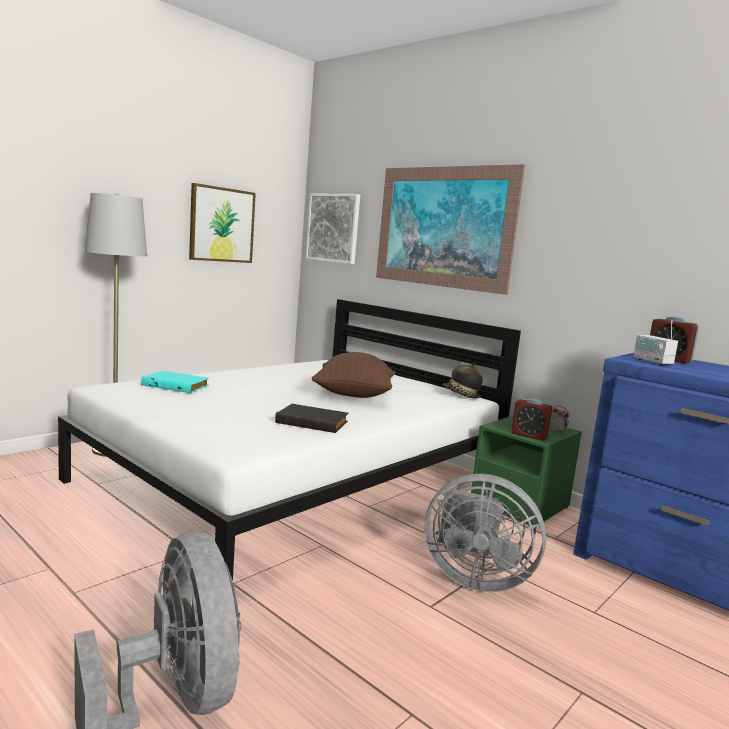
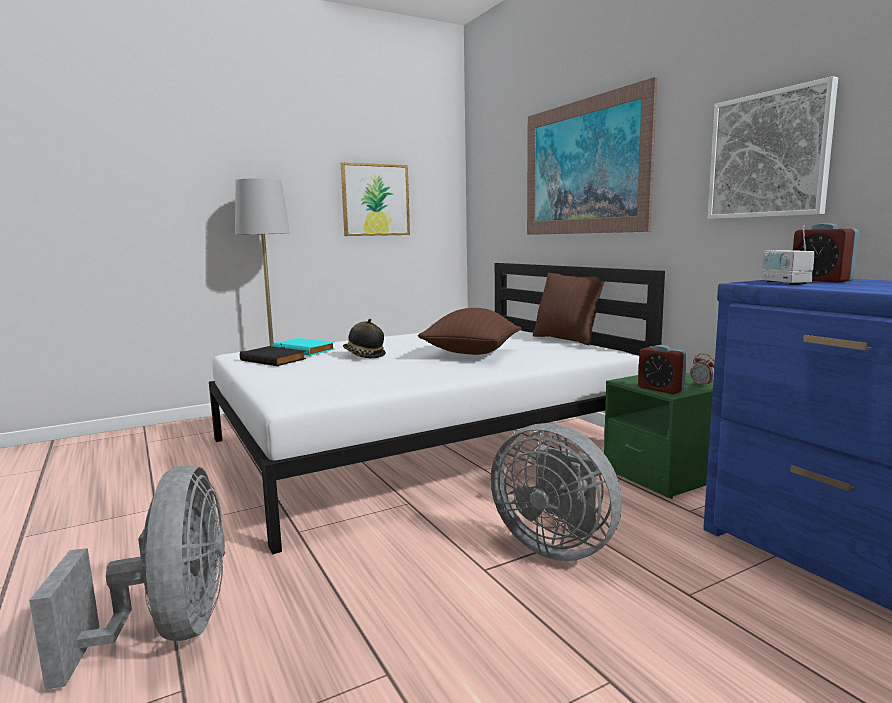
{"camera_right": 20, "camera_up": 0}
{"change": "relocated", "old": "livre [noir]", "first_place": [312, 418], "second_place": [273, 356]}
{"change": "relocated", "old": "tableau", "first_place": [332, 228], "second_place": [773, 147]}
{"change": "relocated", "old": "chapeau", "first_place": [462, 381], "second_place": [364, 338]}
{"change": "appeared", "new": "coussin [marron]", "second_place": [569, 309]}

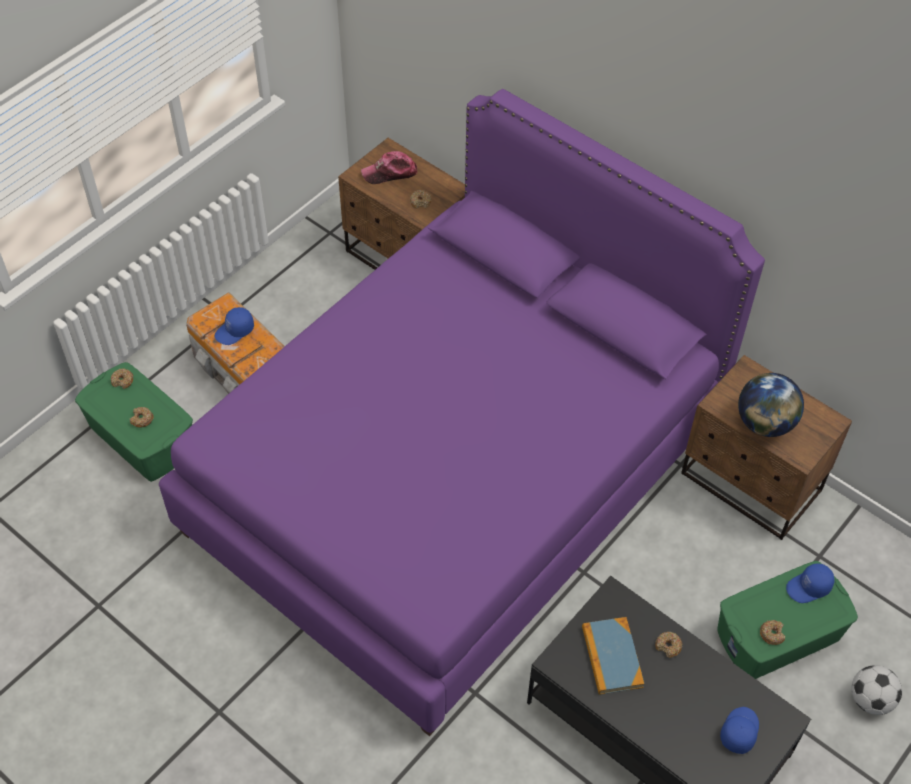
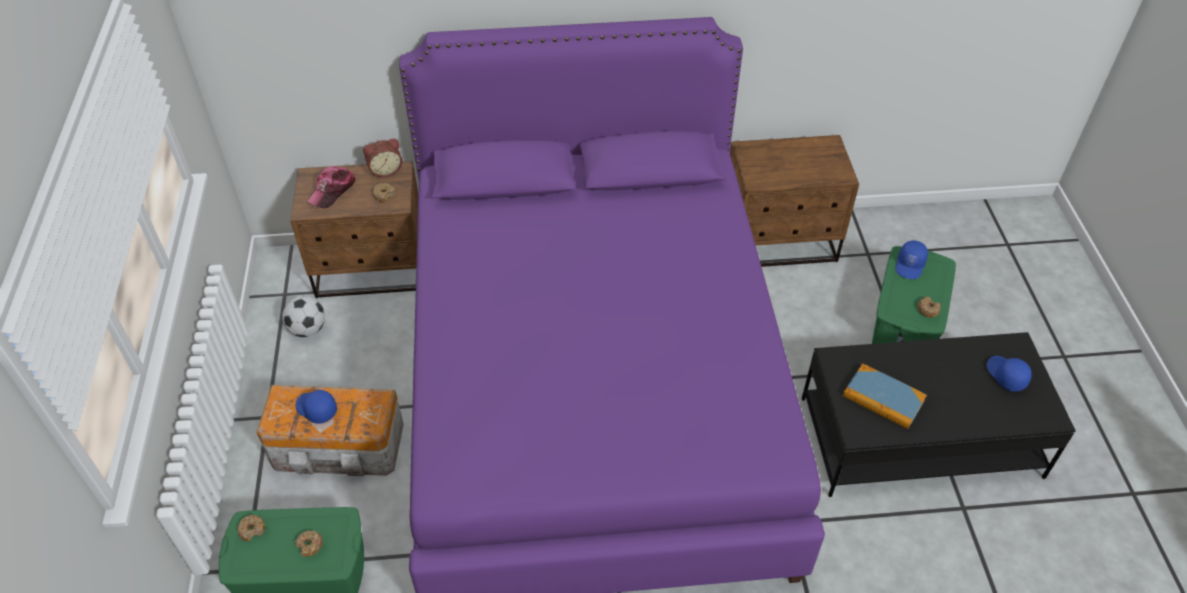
{"camera_right": -45, "camera_up": -5}
{"change": "spun", "old": "casquette [bleu]", "first_place": [234, 326], "second_place": [316, 407], "degrees": 120}
{"change": "missing", "old": "beignet", "first_place": [669, 645]}
{"change": "missing", "old": "globe", "first_place": [771, 405]}
{"change": "relocated", "old": "ballon de foot", "first_place": [876, 690], "second_place": [303, 316]}
{"change": "appeared", "new": "réveil", "second_place": [382, 158]}

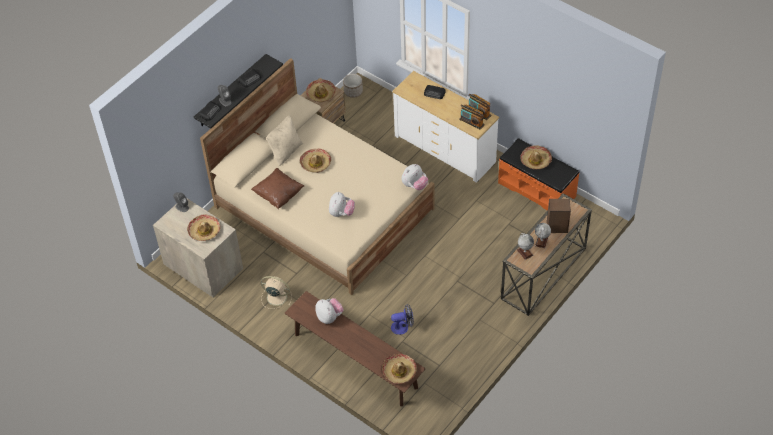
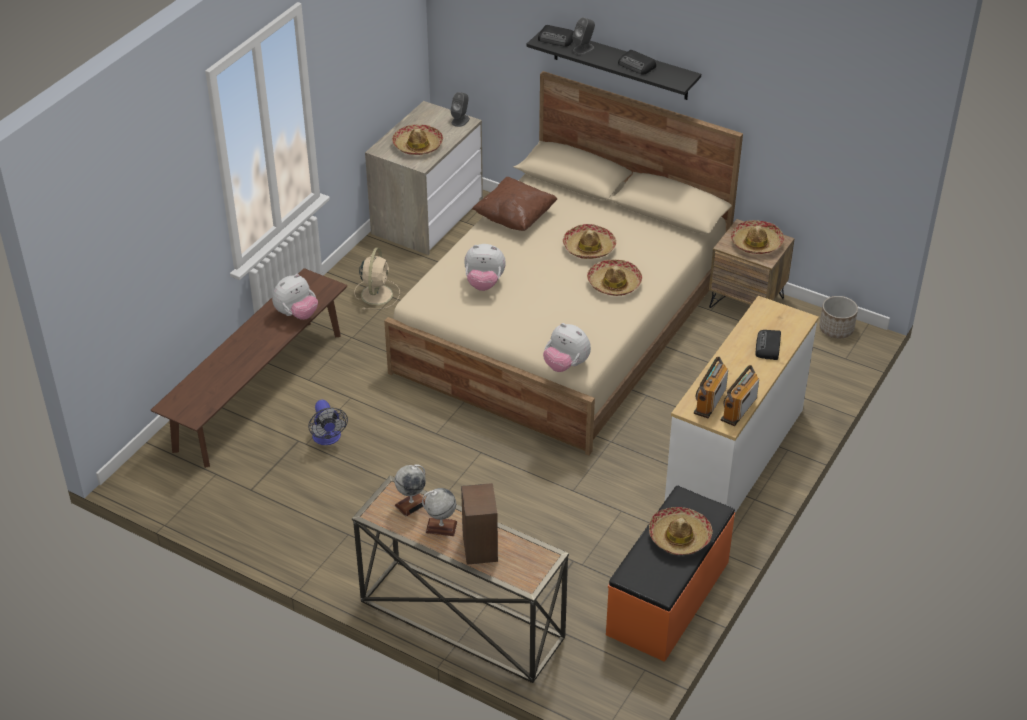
{"camera_right": 80, "camera_up": -10}
{"change": "missing", "old": "coussin [beige]", "first_place": [284, 140]}
{"change": "relocated", "old": "chapeau", "first_place": [399, 369], "second_place": [614, 278]}

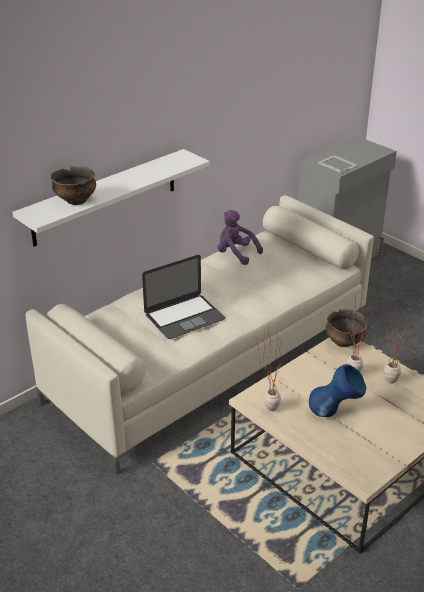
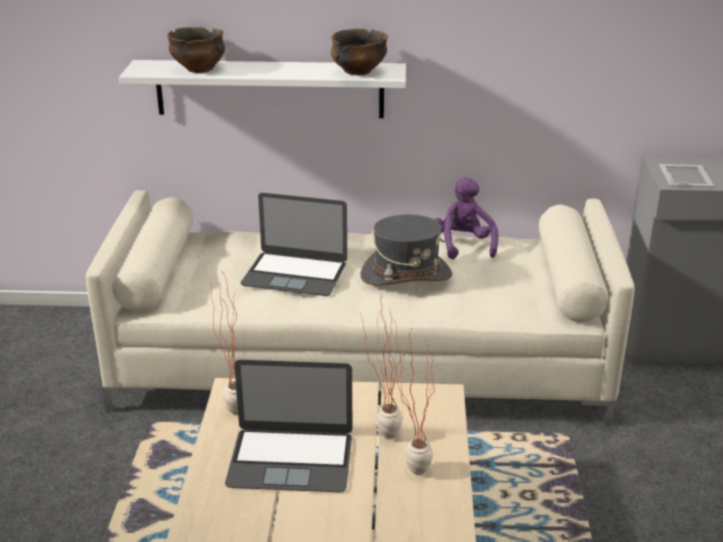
{"camera_right": 45, "camera_up": -5}
{"change": "exchanged", "old": "vase [bleu]", "new": "ordinateur portable", "first_place": [337, 390], "second_place": [288, 426]}
{"change": "relocated", "old": "bol", "first_place": [347, 328], "second_place": [359, 52]}
{"change": "appeared", "new": "chapeau [gris]", "second_place": [406, 249]}

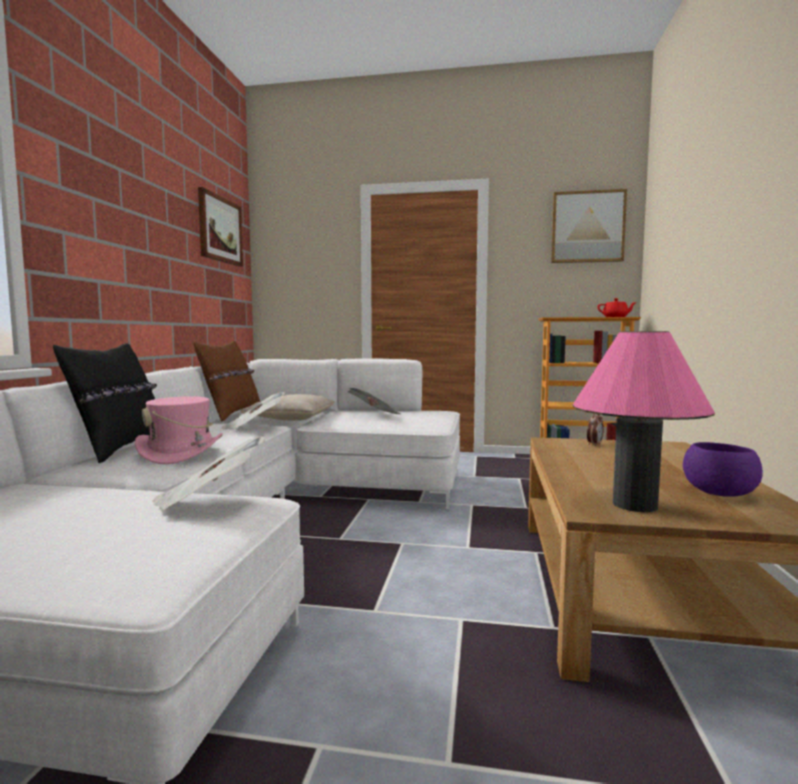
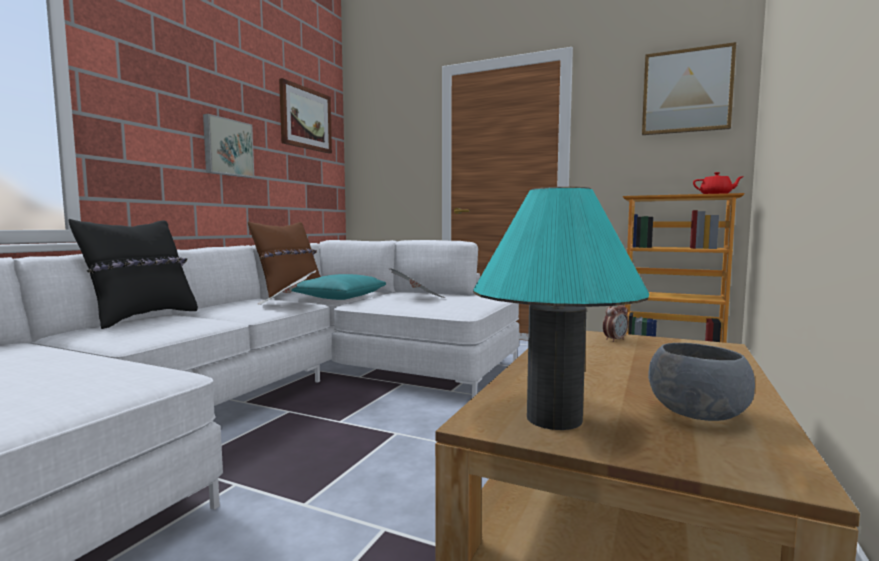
{"camera_right": 15, "camera_up": 0}
{"change": "missing", "old": "chapeau [rose]", "first_place": [179, 430]}
{"change": "missing", "old": "journal", "first_place": [209, 473]}
{"change": "colour", "old": "coussin [beige]", "new": "coussin [turquoise]", "first_place": [287, 407], "second_place": [339, 287]}
{"change": "colour", "old": "lampe de table [rose]", "new": "lampe de table [turquoise]", "first_place": [644, 421], "second_place": [561, 308]}
{"change": "colour", "old": "bol [violet]", "new": "bol [gris]", "first_place": [723, 469], "second_place": [701, 382]}
{"change": "appeared", "new": "tableau", "second_place": [228, 146]}

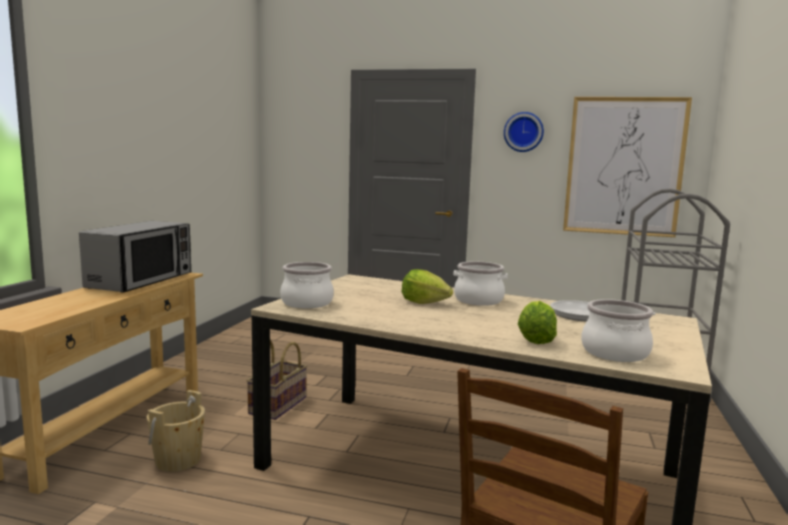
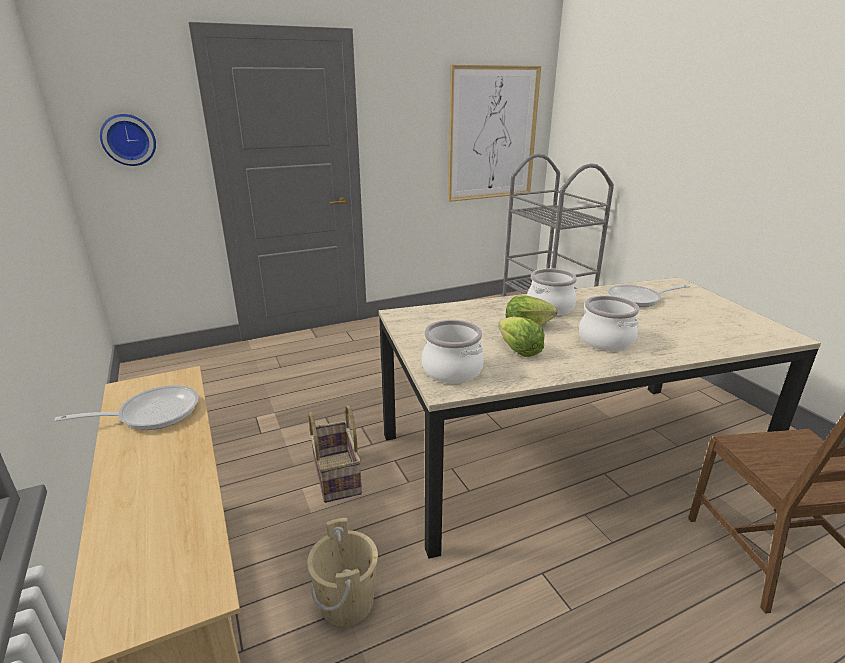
{"camera_right": -40, "camera_up": 15}
{"change": "exchanged", "old": "micro-ondes", "new": "poêle", "first_place": [135, 257], "second_place": [127, 407]}
{"change": "relocated", "old": "horloge murale", "first_place": [524, 132], "second_place": [128, 140]}
{"change": "relocated", "old": "laitue", "first_place": [537, 322], "second_place": [521, 336]}
{"change": "relocated", "old": "marmite", "first_place": [617, 330], "second_place": [609, 323]}

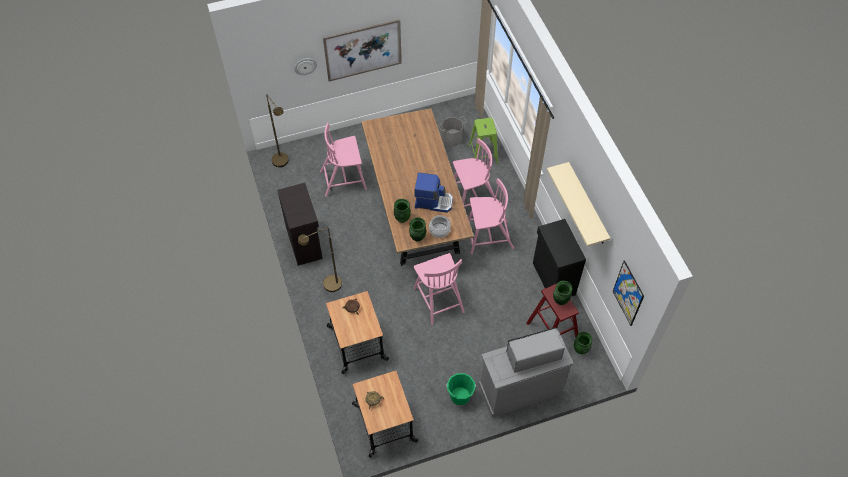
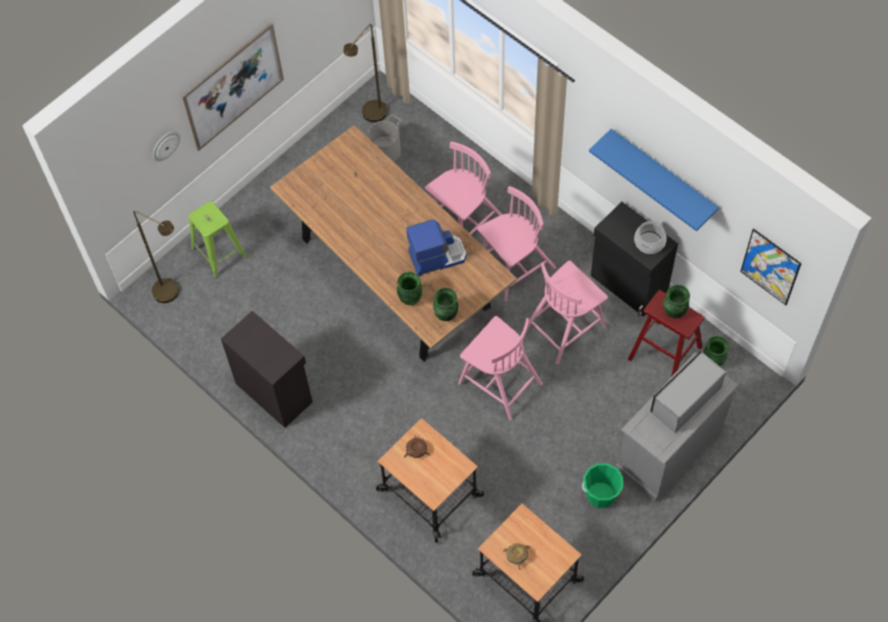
{"camera_right": -25, "camera_up": 5}
{"change": "relocated", "old": "lampadaire [marron]", "first_place": [320, 260], "second_place": [365, 73]}
{"change": "relocated", "old": "chaise [rose]", "first_place": [343, 160], "second_place": [567, 312]}
{"change": "relocated", "old": "marmite", "first_place": [440, 226], "second_place": [650, 237]}
{"change": "relocated", "old": "tabouret [vert]", "first_place": [483, 140], "second_place": [218, 240]}
{"change": "colour", "old": "étagère [beige]", "new": "étagère [bleu]", "first_place": [578, 204], "second_place": [654, 180]}

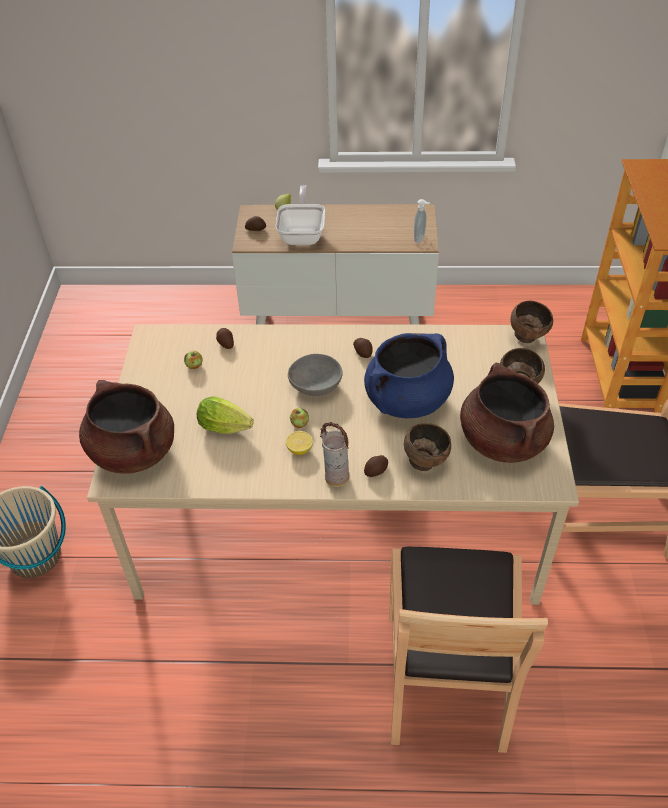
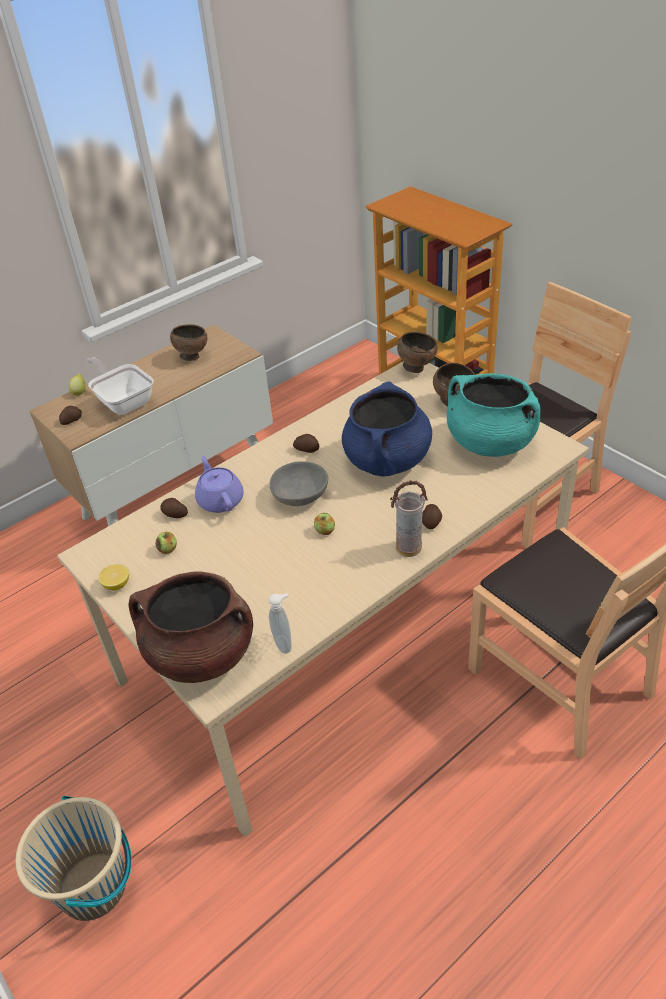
{"camera_right": -40, "camera_up": -5}
{"change": "missing", "old": "laitue", "first_place": [225, 415]}
{"change": "relocated", "old": "citron", "first_place": [299, 443], "second_place": [113, 577]}
{"change": "relocated", "old": "bol [marron]", "first_place": [427, 447], "second_place": [189, 342]}
{"change": "relocated", "old": "distributeur de savon", "first_place": [422, 221], "second_place": [279, 623]}
{"change": "colour", "old": "marmite [marron]", "new": "marmite [turquoise]", "first_place": [507, 412], "second_place": [494, 415]}
{"change": "appeared", "new": "théière [violet]", "second_place": [219, 484]}

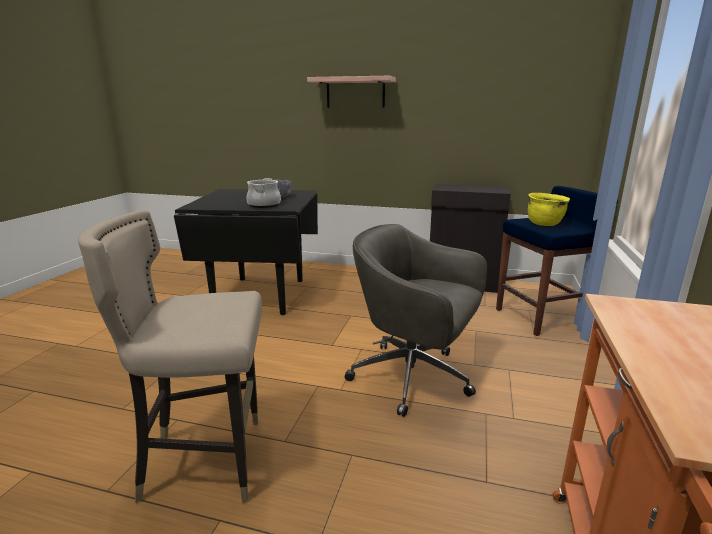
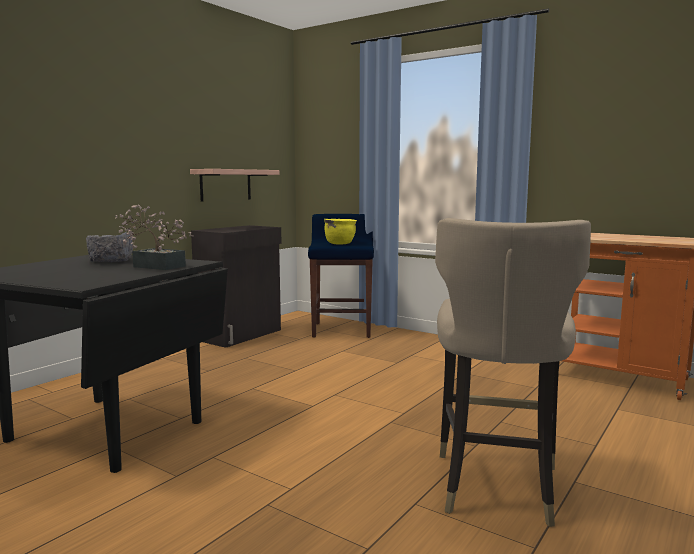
{"camera_right": -70, "camera_up": -10}
{"change": "exchanged", "old": "marmite", "new": "plante en pot", "first_place": [263, 193], "second_place": [154, 237]}
{"change": "relocated", "old": "étagère", "first_place": [351, 92], "second_place": [234, 185]}
{"change": "missing", "old": "chaise de bureau [gris]", "first_place": [416, 320]}

